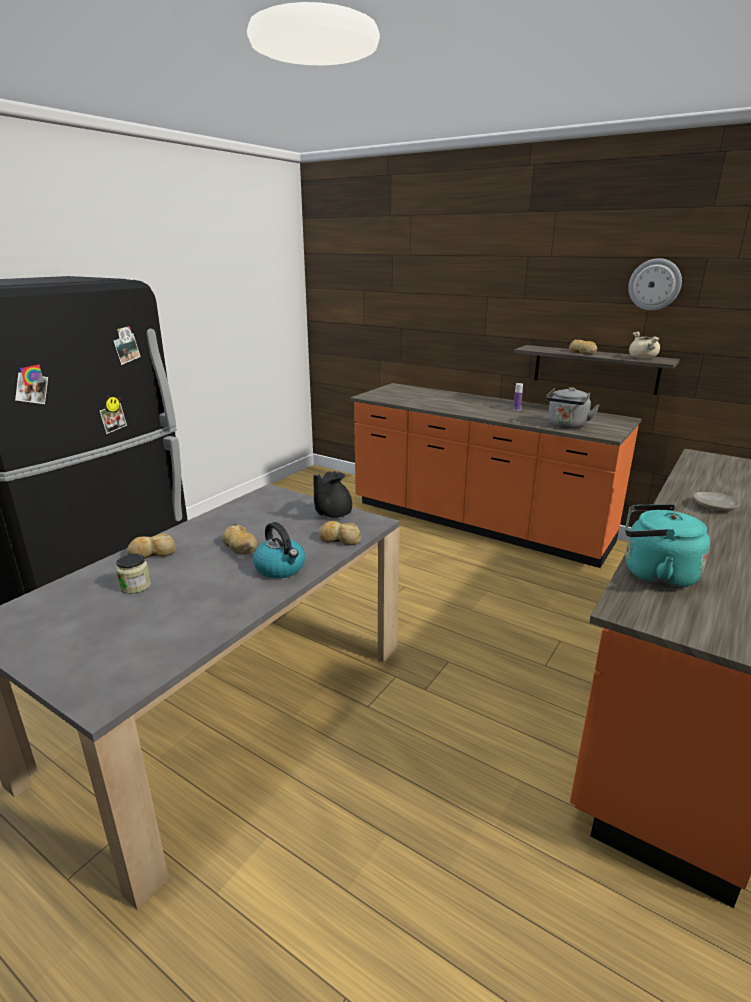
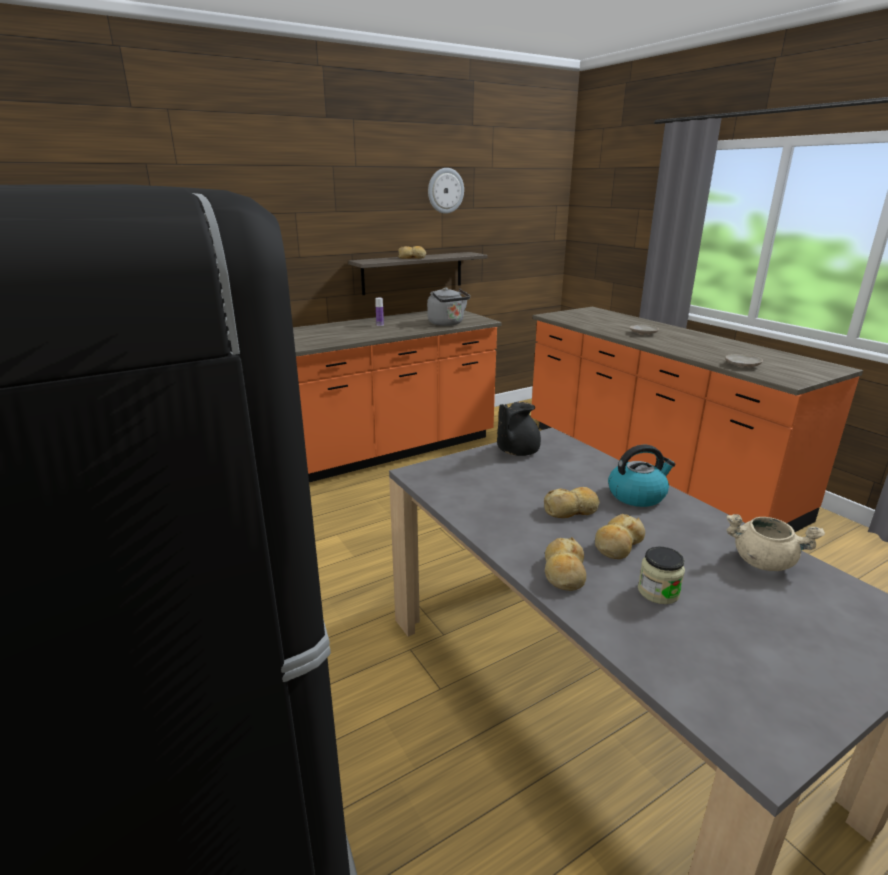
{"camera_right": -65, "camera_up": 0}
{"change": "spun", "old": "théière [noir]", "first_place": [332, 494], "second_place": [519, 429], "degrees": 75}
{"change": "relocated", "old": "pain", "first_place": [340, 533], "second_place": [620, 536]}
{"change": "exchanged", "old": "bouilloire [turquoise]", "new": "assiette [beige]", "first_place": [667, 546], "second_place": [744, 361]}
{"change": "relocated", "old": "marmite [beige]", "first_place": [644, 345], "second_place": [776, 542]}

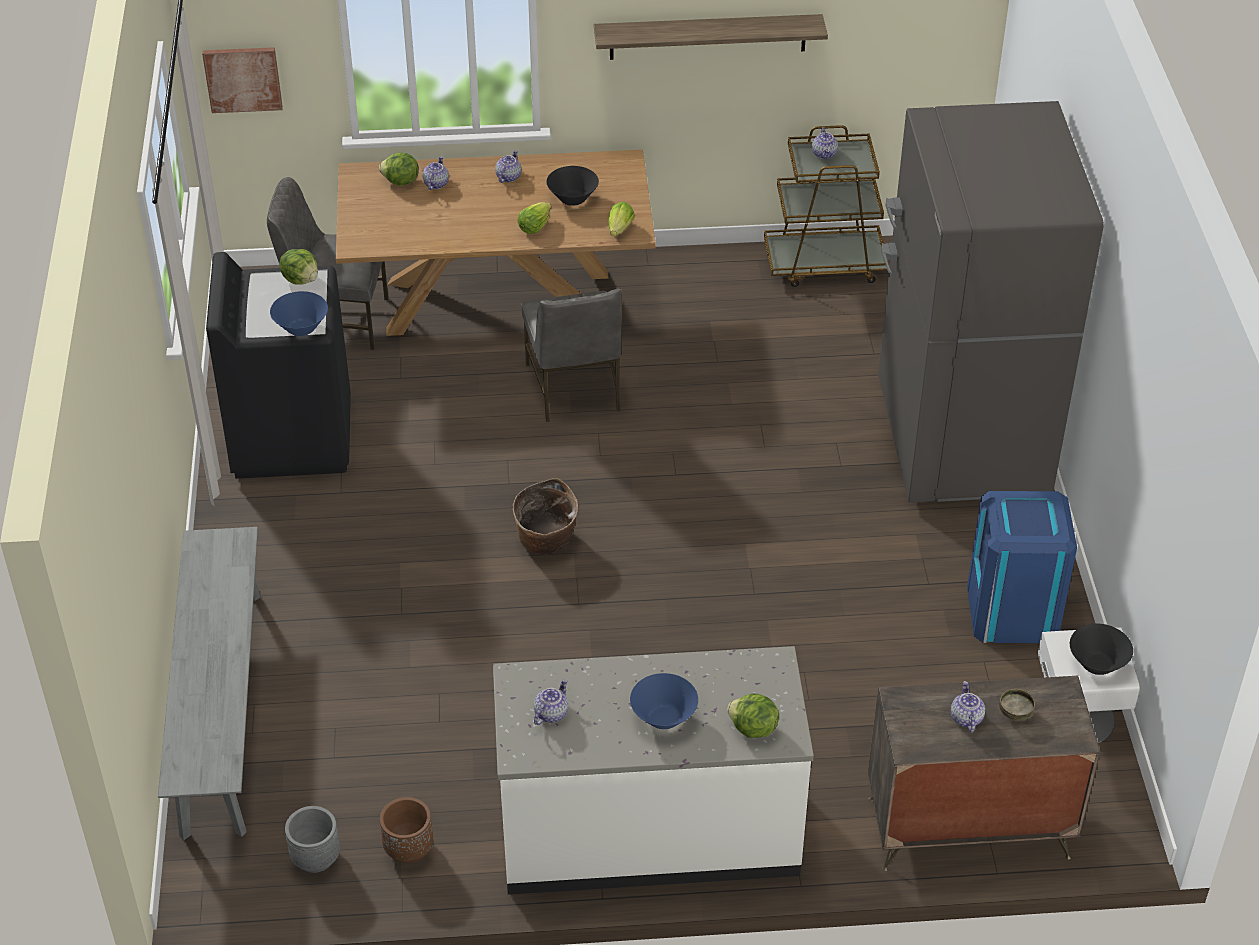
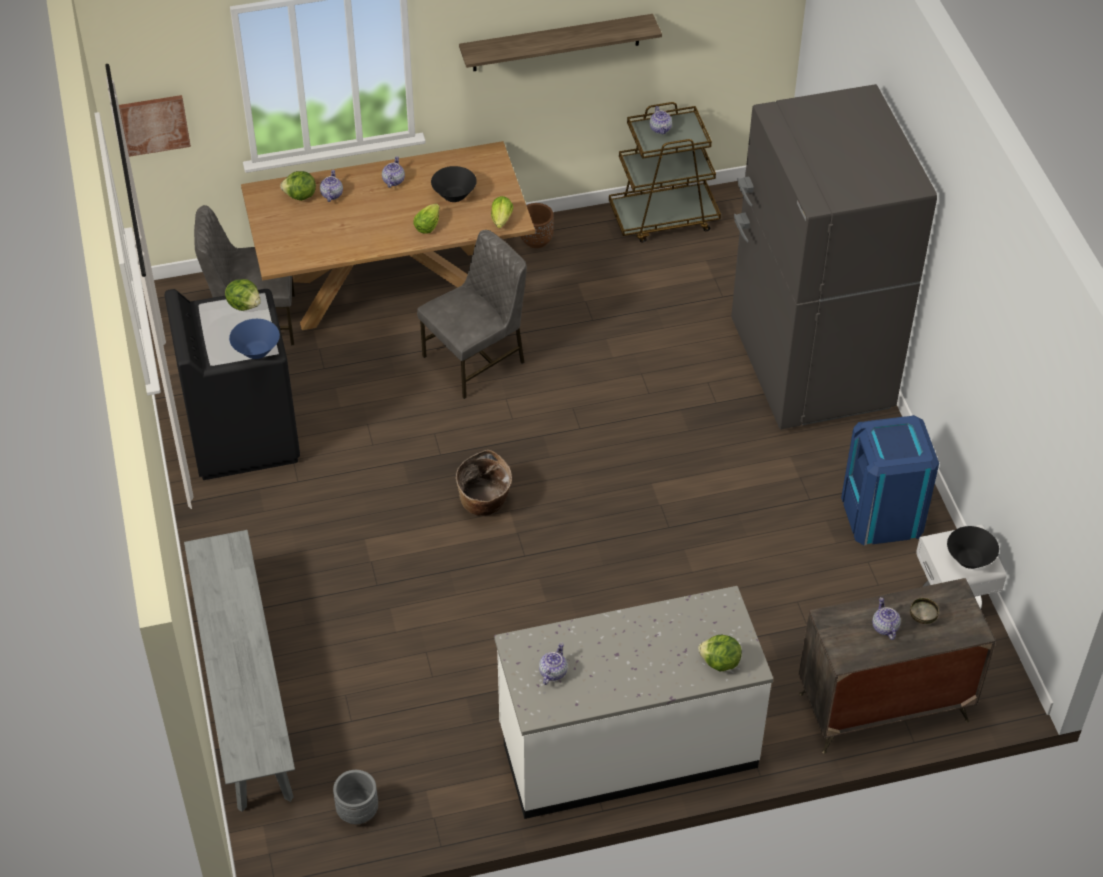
{"camera_right": -10, "camera_up": 5}
{"change": "relocated", "old": "cache-pot [marron]", "first_place": [406, 830], "second_place": [537, 225]}
{"change": "spun", "old": "chaise [gris]", "first_place": [571, 355], "second_place": [472, 314], "degrees": -105}
{"change": "missing", "old": "bol [bleu]", "first_place": [664, 701]}

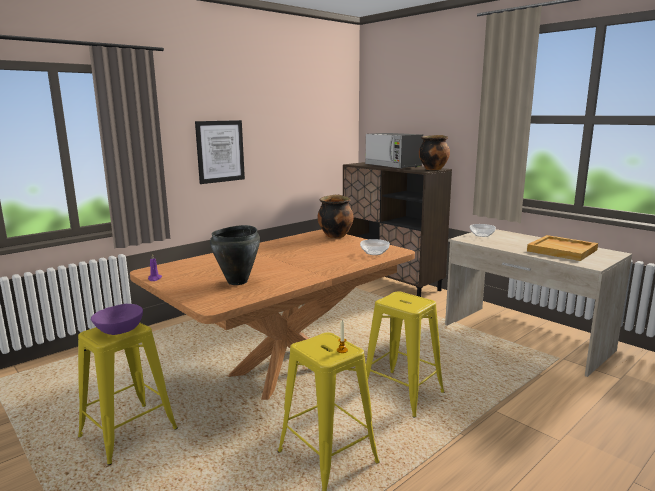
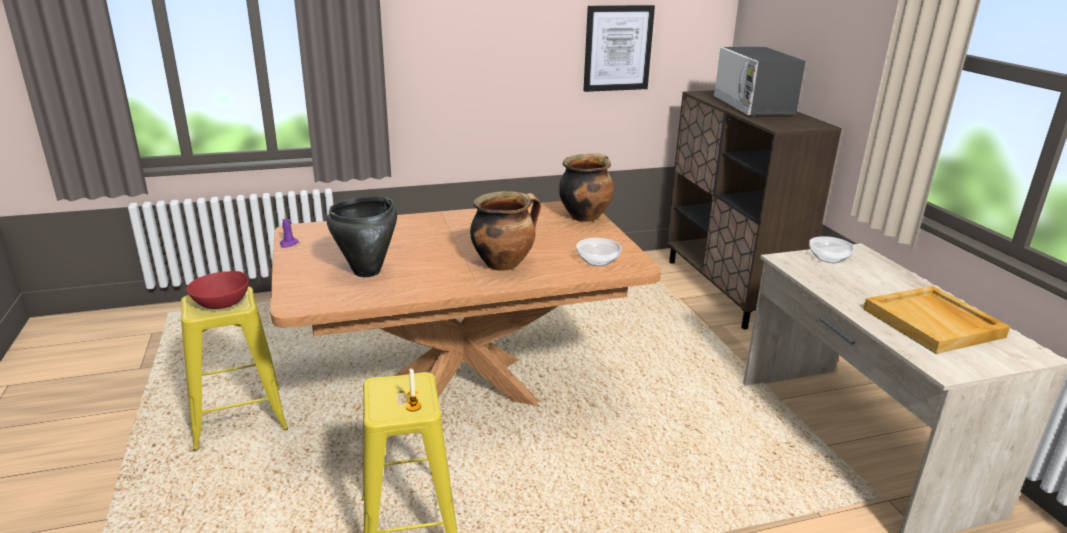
{"camera_right": 25, "camera_up": 10}
{"change": "colour", "old": "bol [violet]", "new": "bol [rouge]", "first_place": [117, 319], "second_place": [217, 290]}
{"change": "relocated", "old": "tableau", "first_place": [220, 152], "second_place": [619, 48]}
{"change": "missing", "old": "tabouret [jaune]", "first_place": [402, 354]}
{"change": "relocated", "old": "marmite", "first_place": [434, 152], "second_place": [505, 231]}

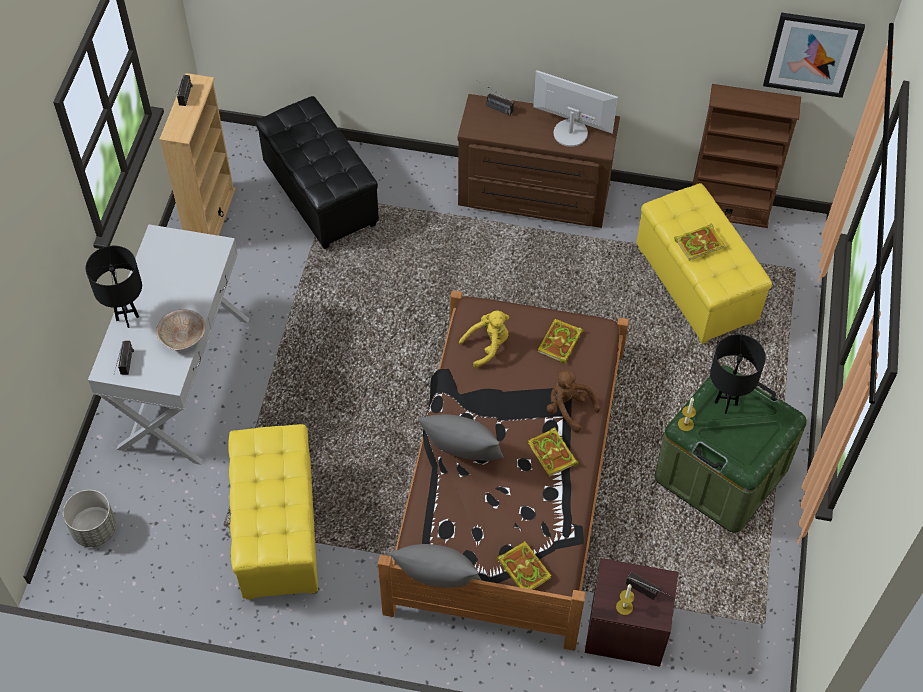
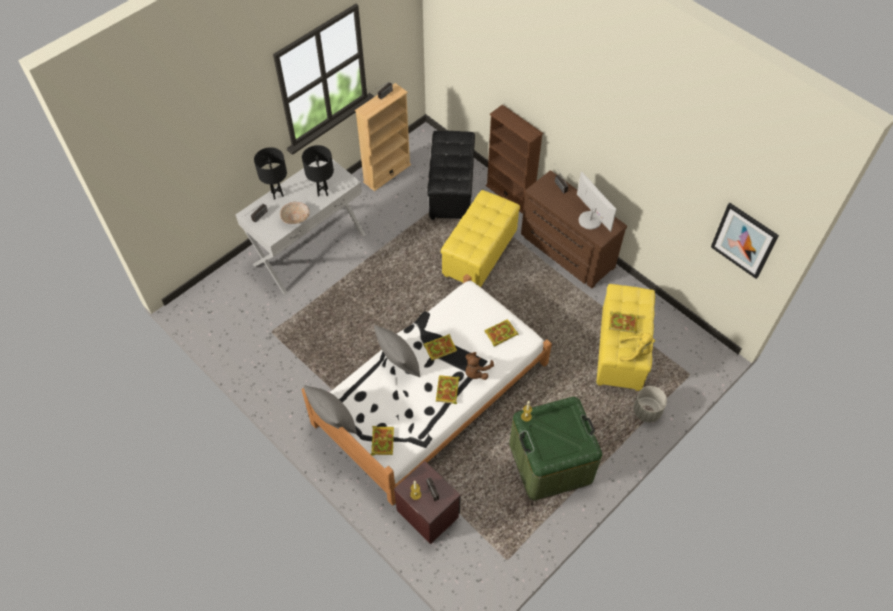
{"camera_right": 35, "camera_up": 0}
{"change": "relocated", "old": "cache-pot [gris]", "first_place": [89, 518], "second_place": [650, 404]}
{"change": "relocated", "old": "pouf [jaune]", "first_place": [273, 512], "second_place": [480, 238]}
{"change": "colour", "old": "lit [marron]", "new": "lit [blanc]", "first_place": [503, 470], "second_place": [426, 390]}
{"change": "relocated", "old": "peluche [jaune]", "first_place": [484, 339], "second_place": [637, 347]}
{"change": "spun", "old": "peluche [marron]", "first_place": [573, 401], "second_place": [479, 366], "degrees": -135}
{"change": "relocated", "old": "bibliothèque [marron]", "first_place": [746, 156], "second_place": [514, 159]}
{"change": "relocated", "old": "lampe de table [noir]", "first_place": [738, 374], "second_place": [318, 171]}
{"change": "appeared", "new": "livre", "second_place": [440, 347]}

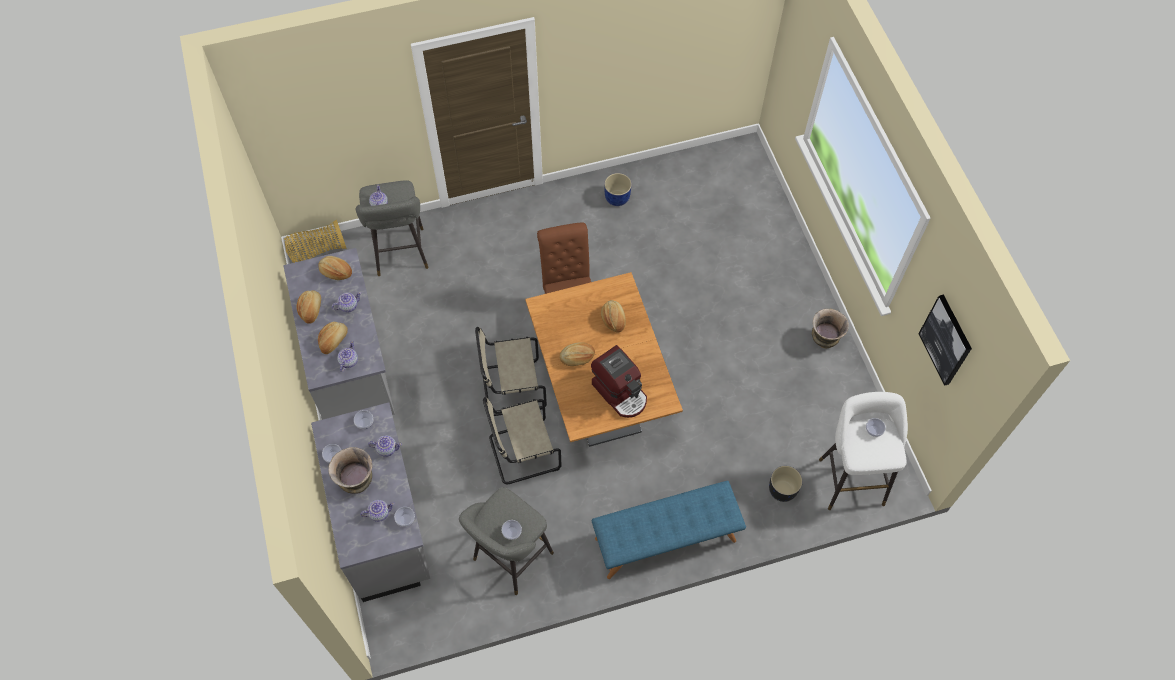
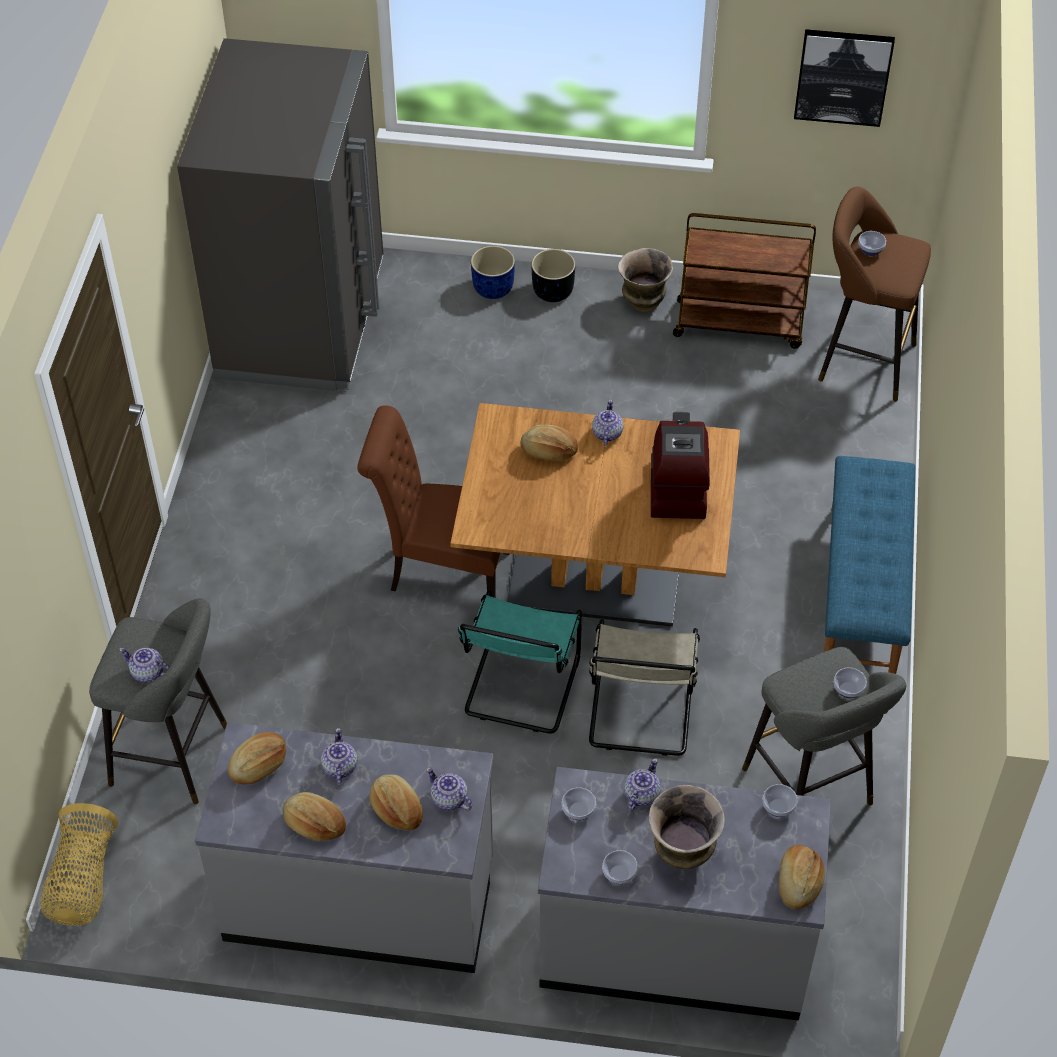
{"camera_right": -65, "camera_up": -10}
{"change": "relocated", "old": "théière", "first_place": [377, 511], "second_place": [607, 423]}
{"change": "colour", "old": "chaise [beige]", "new": "chaise [turquoise]", "first_place": [511, 371], "second_place": [520, 662]}
{"change": "relocated", "old": "pain", "first_place": [577, 354], "second_place": [802, 877]}
{"change": "spun", "old": "machine à café", "first_place": [619, 381], "second_place": [680, 465], "degrees": -75}
{"change": "relocated", "old": "cache-pot [bleu]", "first_place": [618, 189], "second_place": [493, 272]}
{"change": "relocated", "old": "cache-pot [noir]", "first_place": [785, 484], "second_place": [553, 275]}
{"change": "colour", "old": "tabouret [blanc]", "new": "tabouret [marron]", "first_place": [863, 451], "second_place": [874, 294]}
{"change": "appeared", "new": "réfrigérateur [gris]", "second_place": [280, 214]}
{"change": "appeared", "new": "chariot [marron]", "second_place": [744, 281]}

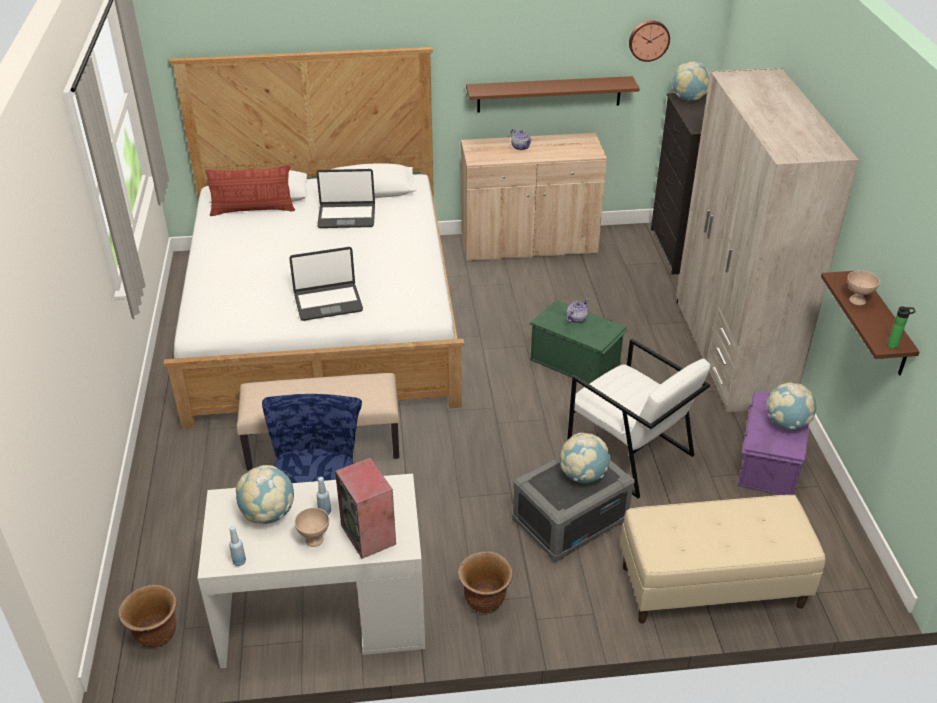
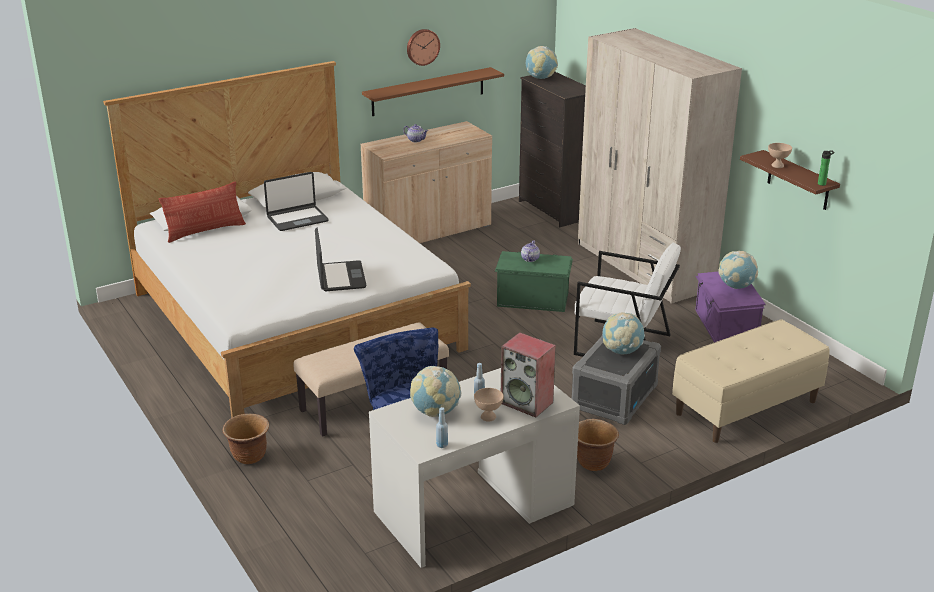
{"camera_right": -25, "camera_up": -10}
{"change": "relocated", "old": "cache-pot [marron]", "first_place": [148, 616], "second_place": [246, 439]}
{"change": "spun", "old": "ordinateur portable", "first_place": [326, 284], "second_place": [341, 259], "degrees": -60}
{"change": "relocated", "old": "horloge murale", "first_place": [649, 41], "second_place": [423, 47]}

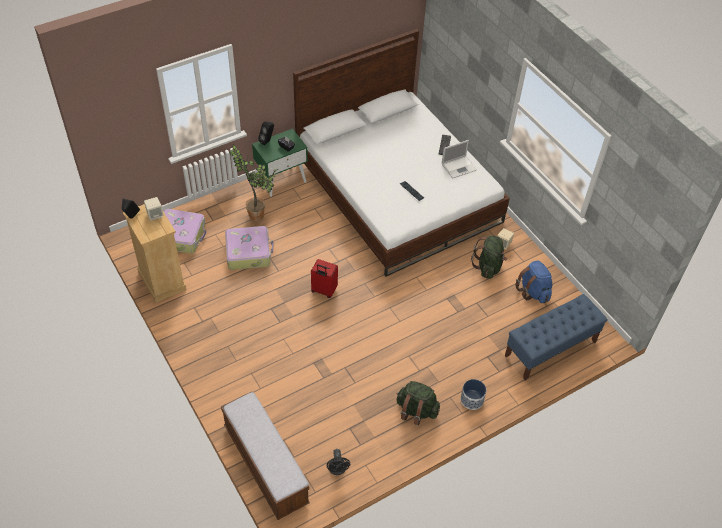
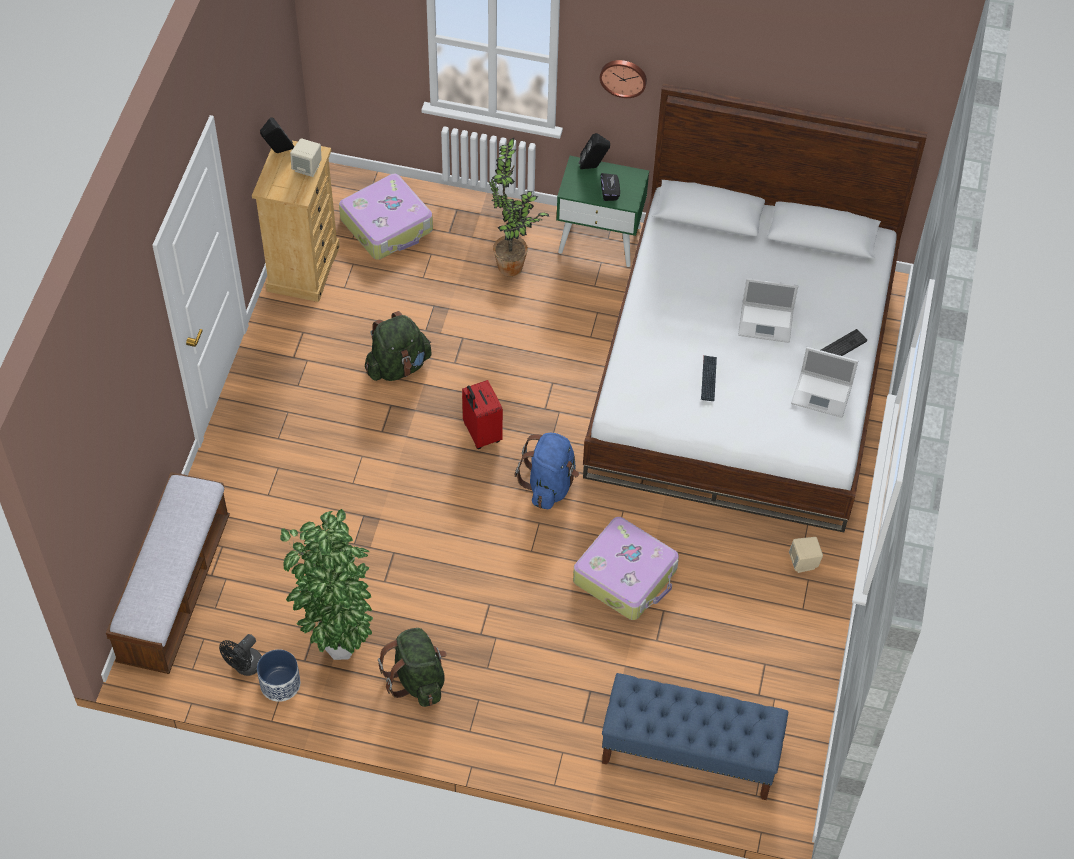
{"camera_right": 45, "camera_up": 5}
{"change": "relocated", "old": "valise", "first_place": [249, 248], "second_place": [626, 568]}
{"change": "relocated", "old": "cache-pot", "first_place": [474, 394], "second_place": [278, 675]}
{"change": "relocated", "old": "sac à dos [vert]", "first_place": [489, 257], "second_place": [398, 346]}
{"change": "relocated", "old": "sac à dos [bleu]", "first_place": [533, 282], "second_place": [547, 471]}
{"change": "appeared", "new": "plante en pot", "second_place": [326, 584]}
{"change": "appeared", "new": "horloge murale", "second_place": [623, 79]}
{"change": "appeared", "new": "ordinateur portable", "second_place": [768, 310]}

